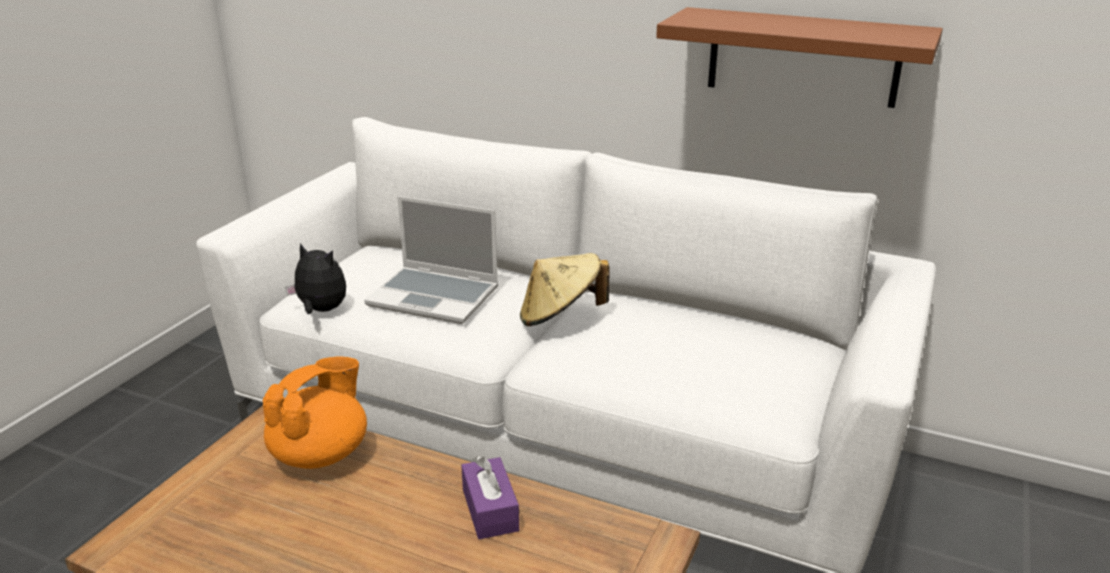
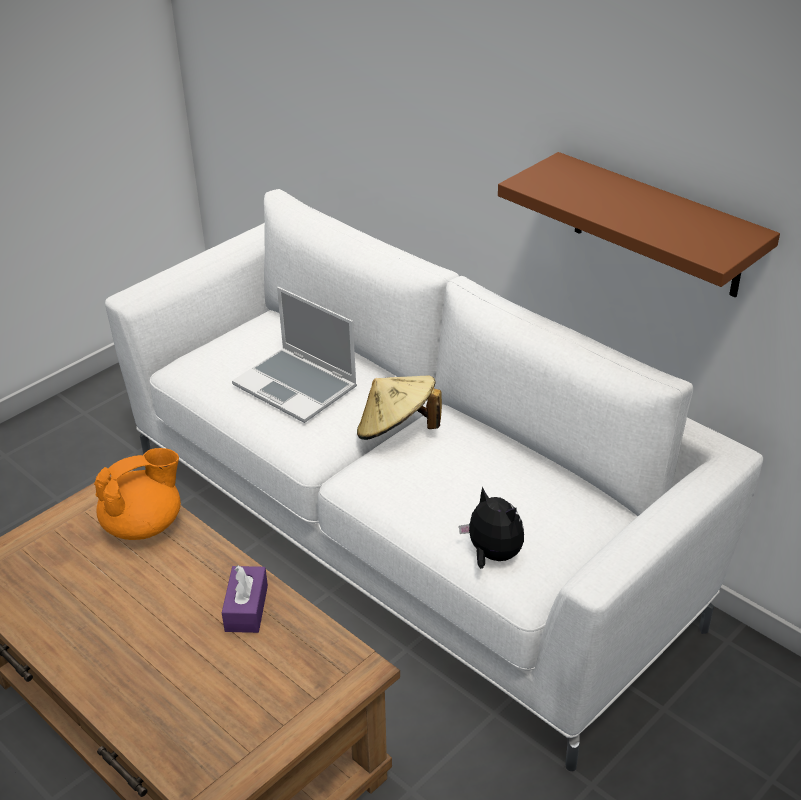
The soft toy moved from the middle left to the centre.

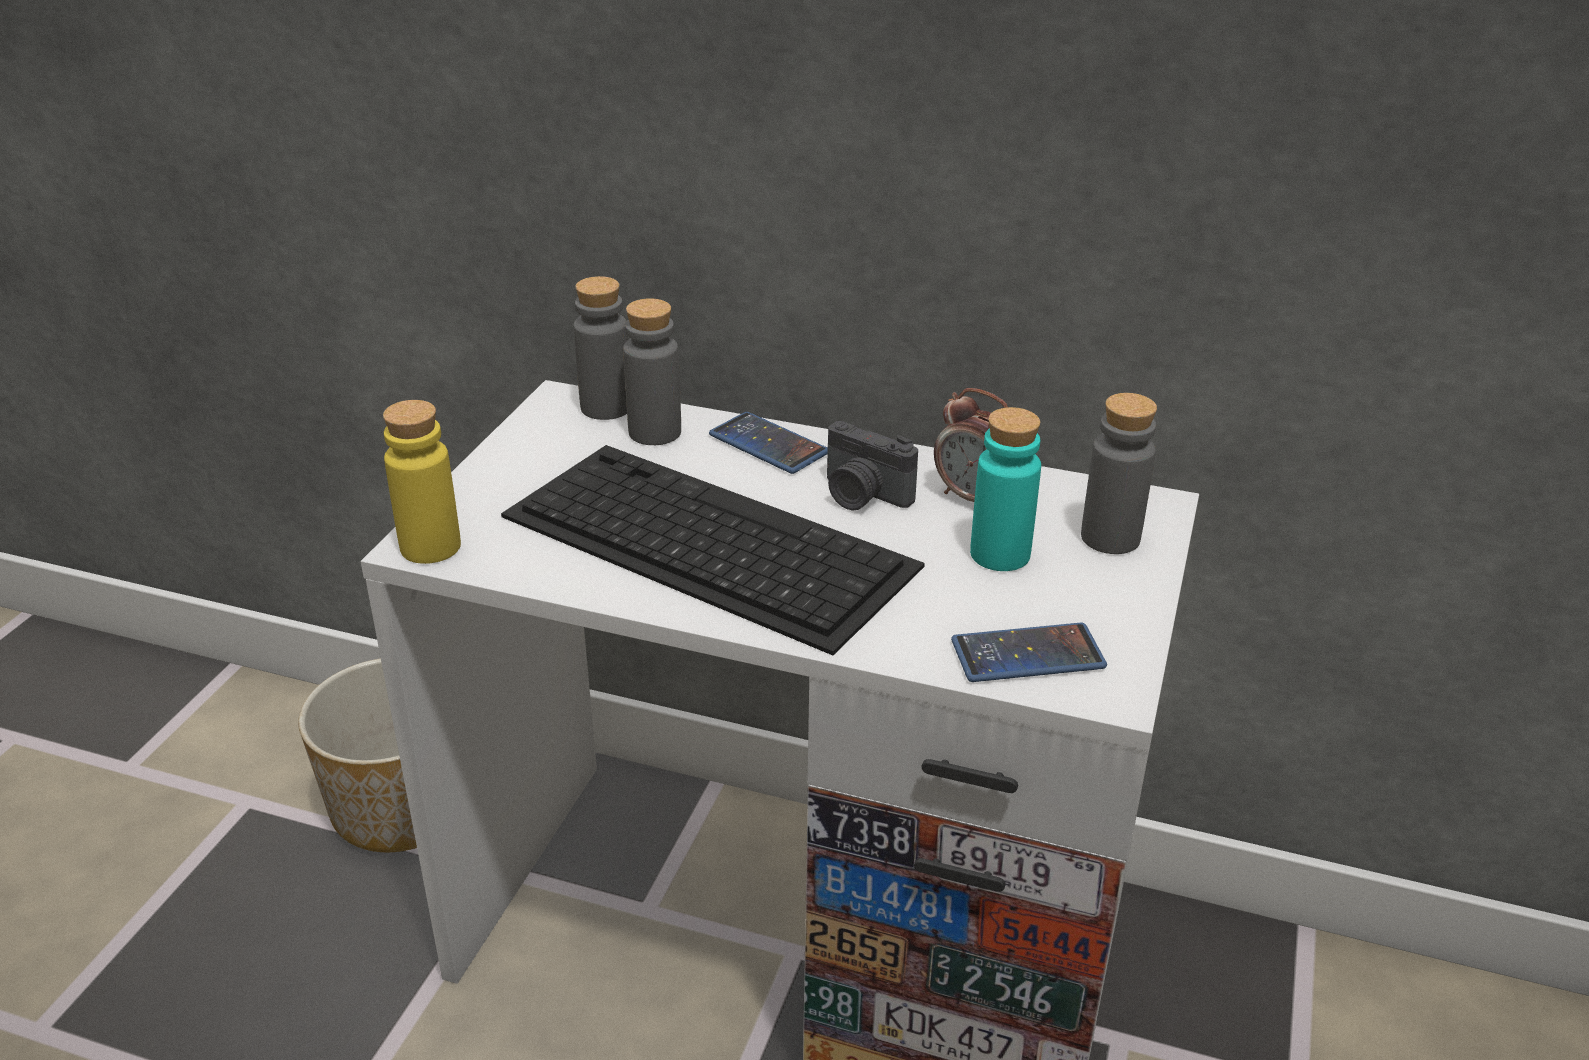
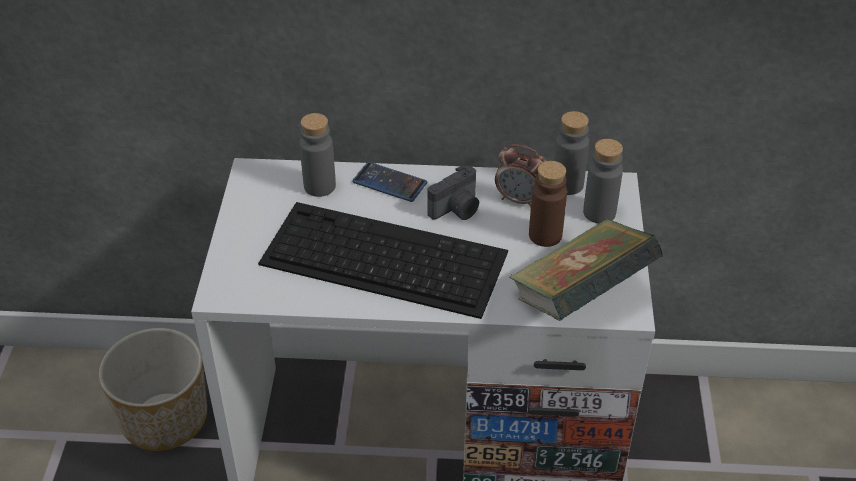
The bottle/greyish (no. 1 from left in the first image) moved from the top centre to the top right.
The bottle/yellowish at the middle left disappeared.
The bottle/blue-green at the centre became the bottle/brownish at the centre.
The still camera at the centre turned 60 degrees counterclockwise.
The telephone (no. 2 from left) at the centre was replaced by the volume at the middle right.

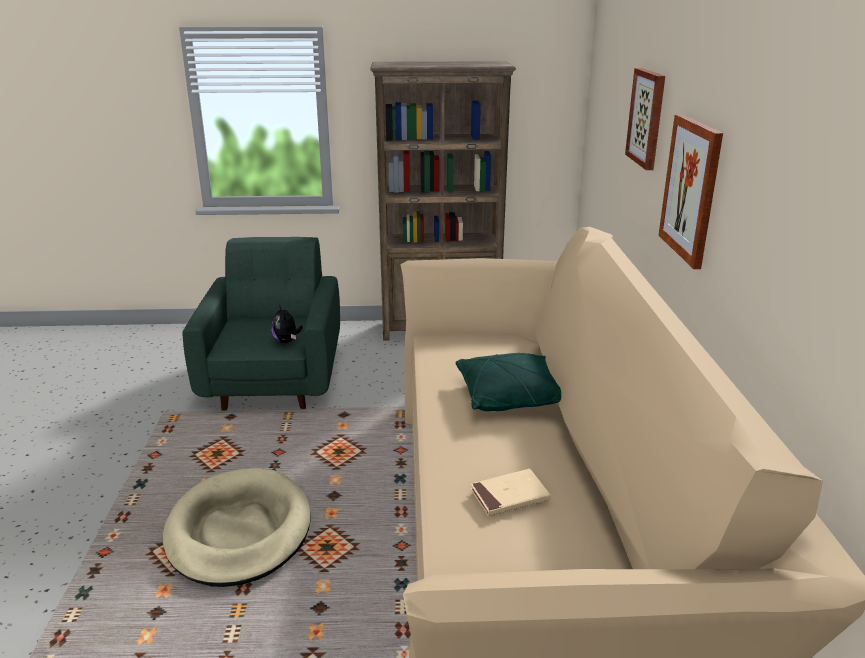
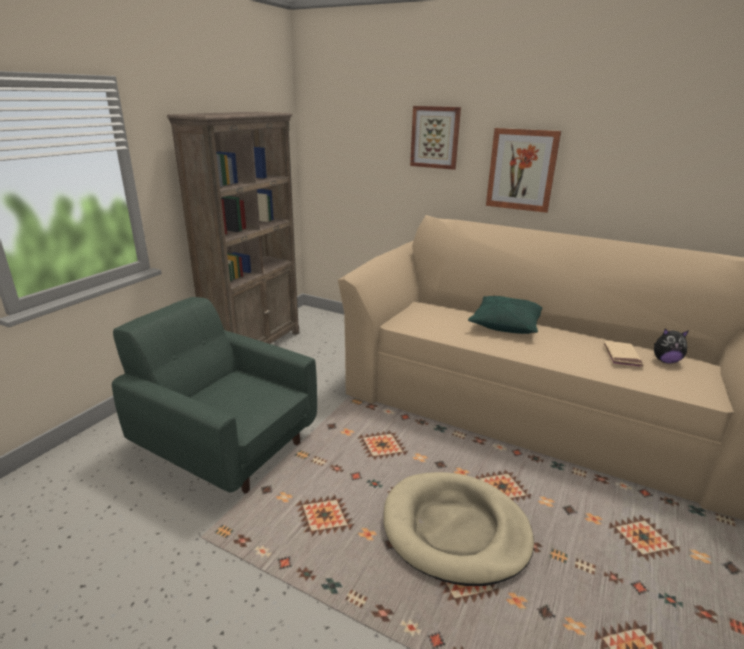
The soft toy moved from the middle left to the middle right.

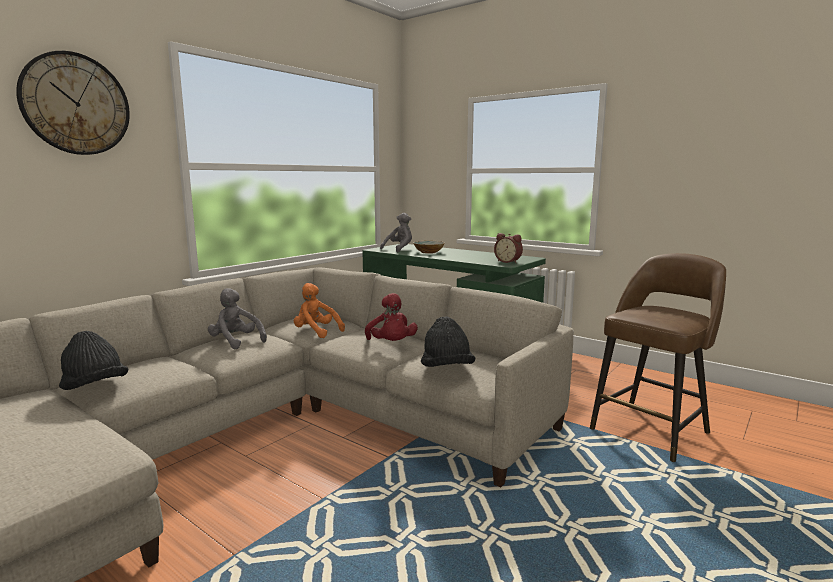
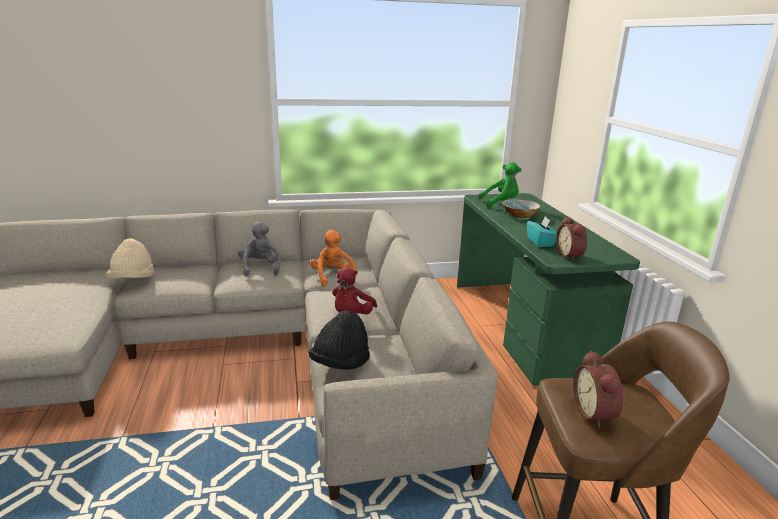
The clock on the wall at the top left disappeared.
The soft toy/greyish (no. 2 from left) at the centre became the soft toy/greenish at the centre.
The clothing hat/blackish (no. 1 from left) at the middle left became the clothing hat/beige-coloured at the middle left.
The box of tissues/blue-green at the middle right appeared.
The bedside clock (no. 2 from left) at the bottom right appeared.

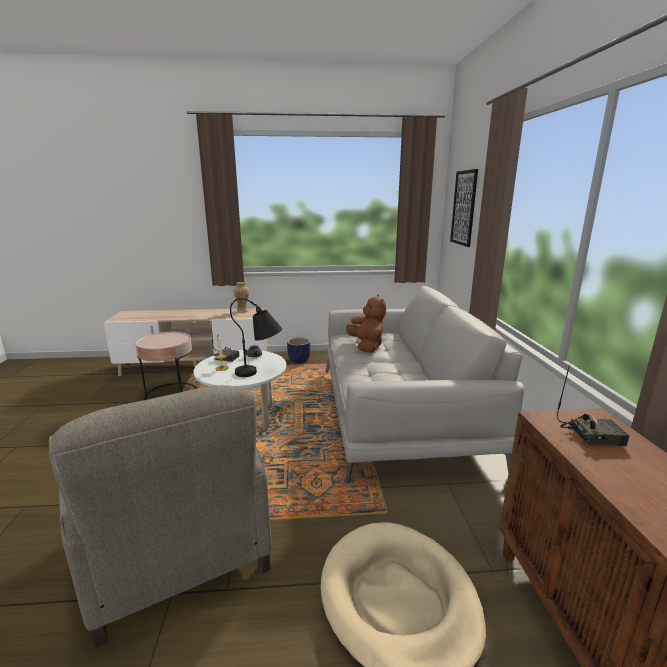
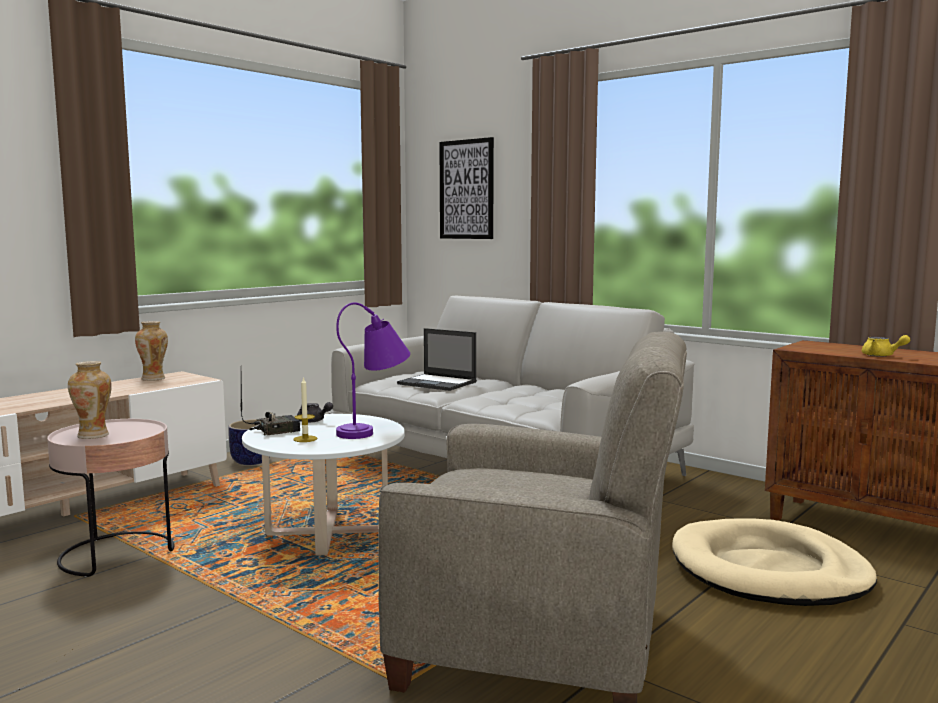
The soft toy/brownish at the centre was replaced by the laptop at the centre.
The lamp for a table/blackish at the centre became the lamp for a table/purplish at the centre.
The radio set (no. 2 from left) at the middle right disappeared.
The tea pot/yellowish at the middle right appeared.
The decorative vase (no. 1 from left) at the middle left appeared.

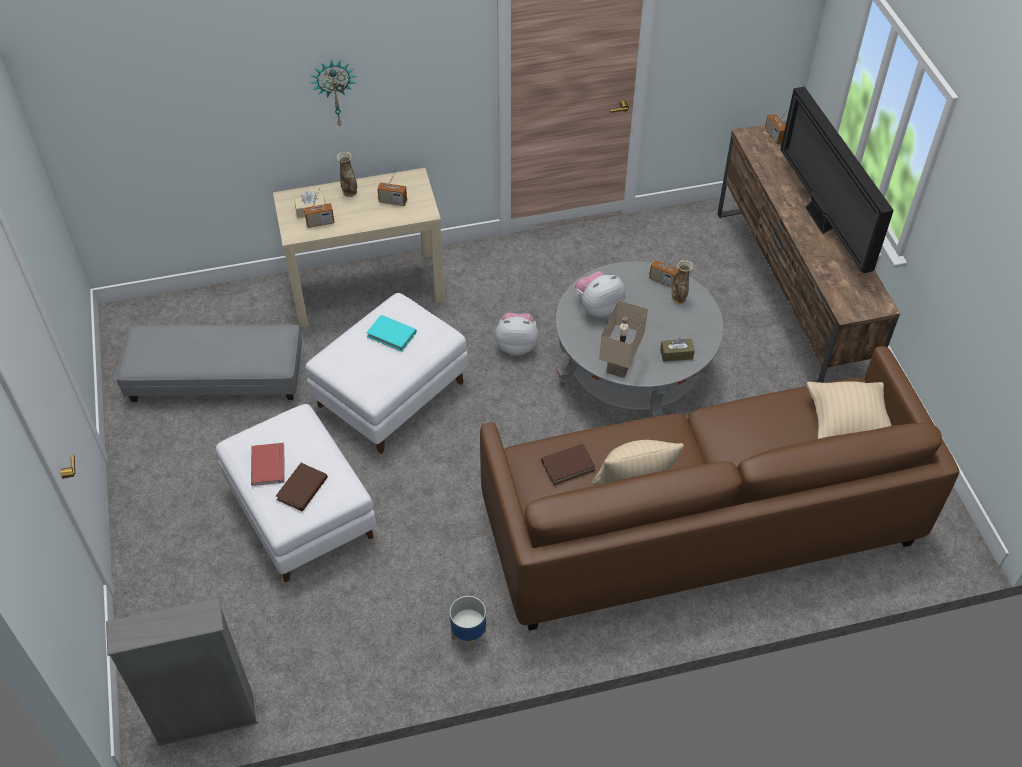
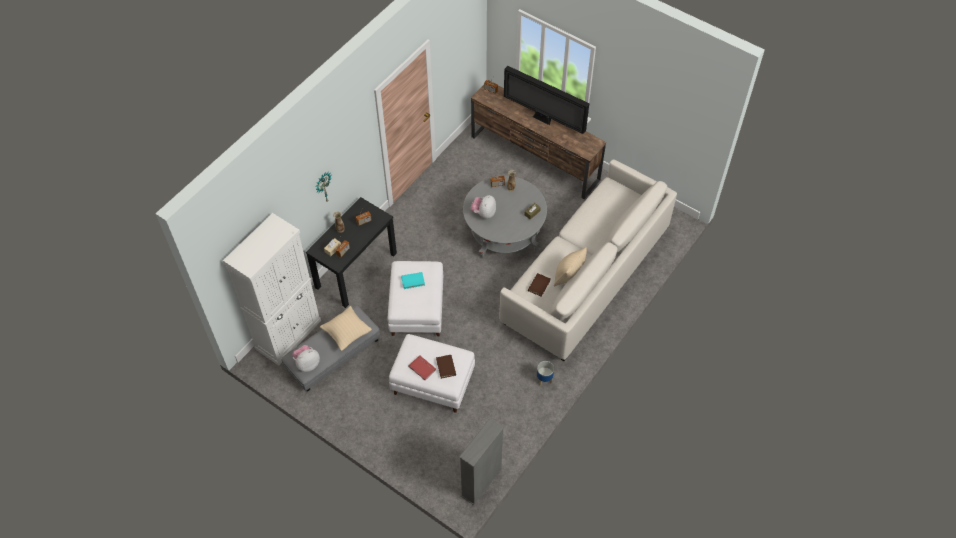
The hall table/beige-coloured at the top centre became the hall table/blackish at the centre.
The lamp for a table/beige-coloured at the centre disappeared.
The soft toy (no. 1 from left) moved from the centre to the middle left.
The settee/brownish at the middle right became the settee/whitish at the centre.
The pillow/beige-coloured (no. 2 from left in the first image) moved from the middle right to the centre.
The cabinet/whitish at the middle left appeared.

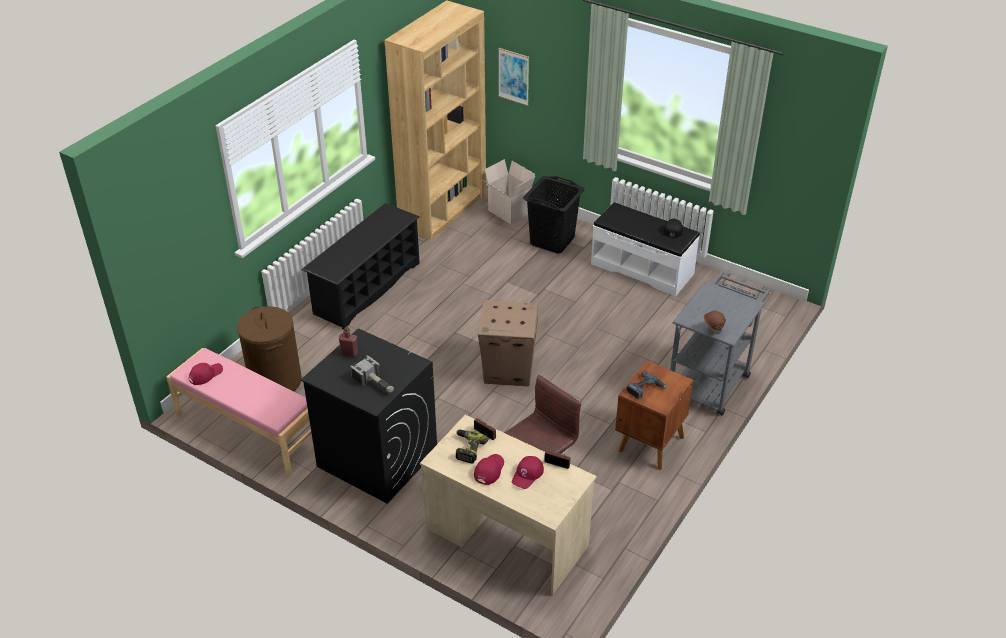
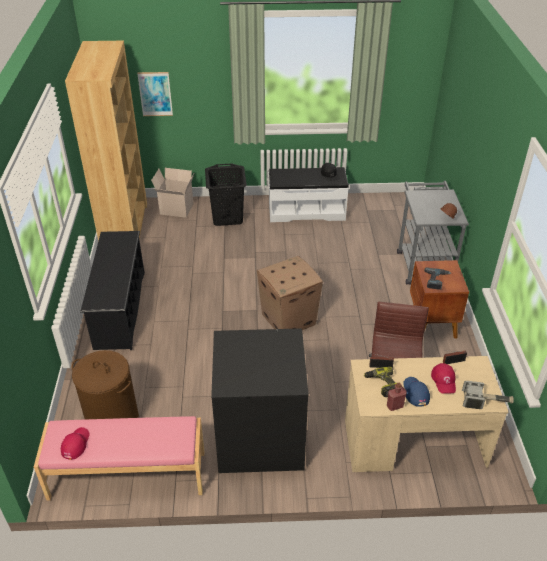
The bottle/reddish moved from the centre to the bottom right.
The hand hammer moved from the centre to the bottom right.
The baseball cap/reddish (no. 2 from left) at the bottom centre became the baseball cap/blue at the bottom right.

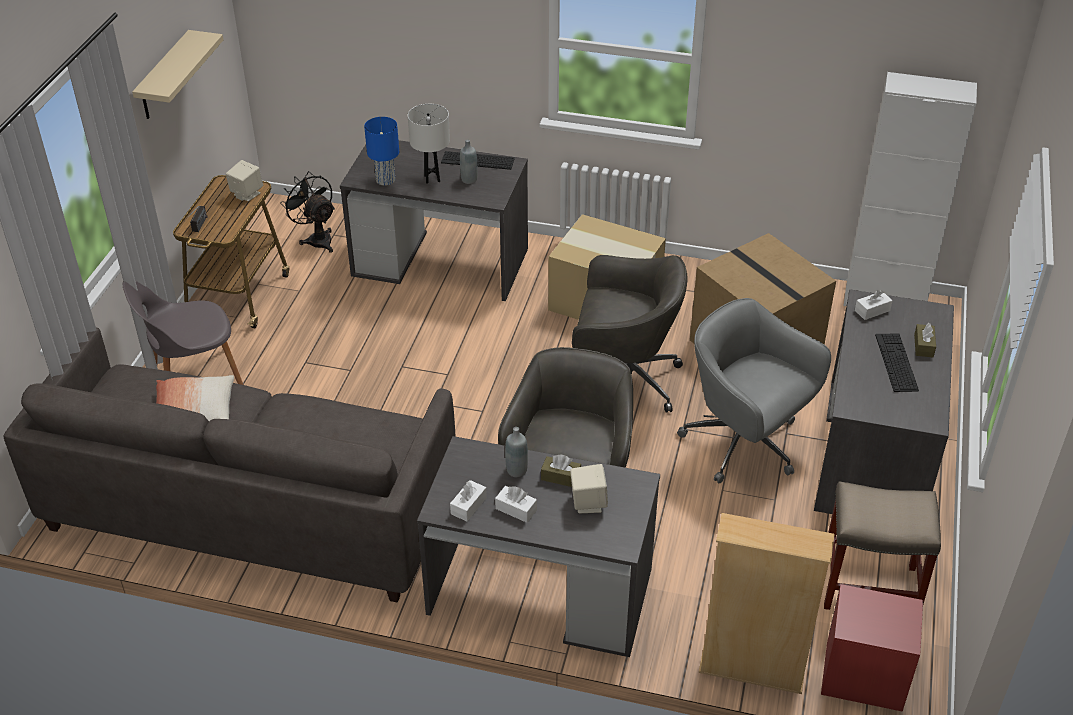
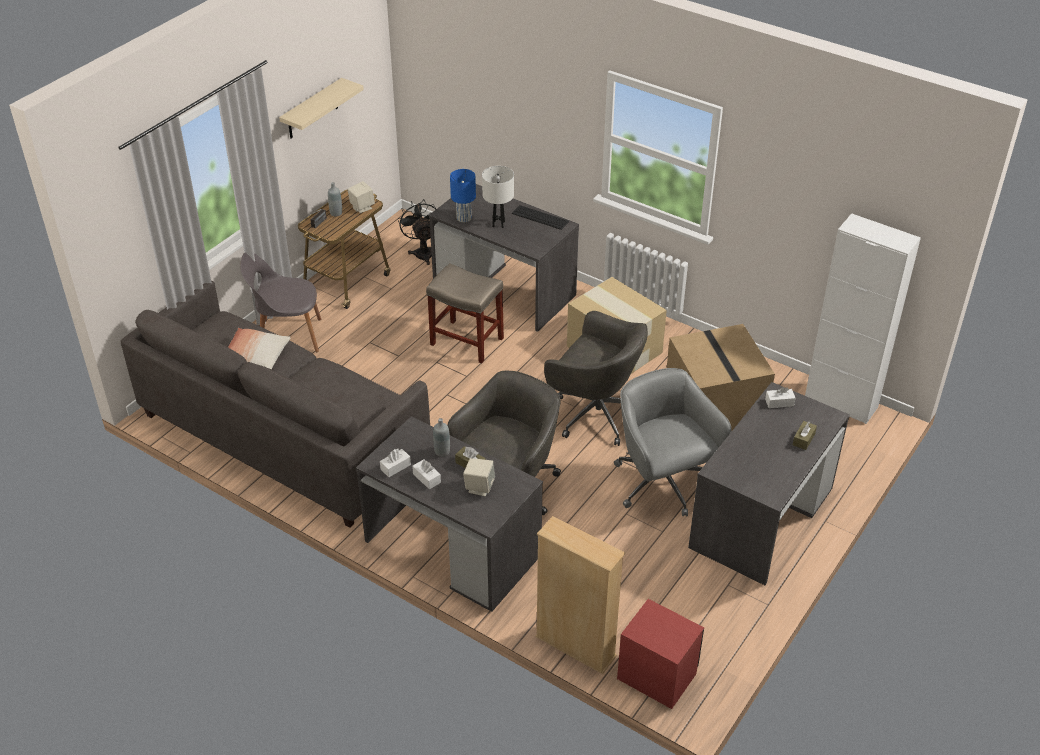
The bottle/greyish (no. 1 from left) moved from the top centre to the top left.
The PC keyboard (no. 2 from left) at the middle right disappeared.
The sitting stool/beige-coloured moved from the bottom right to the centre.

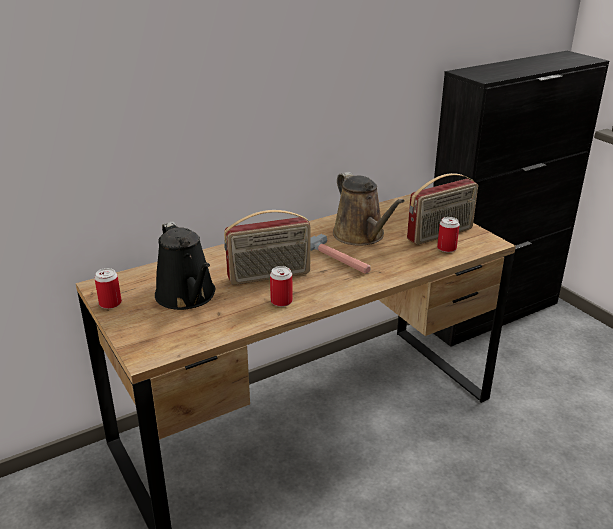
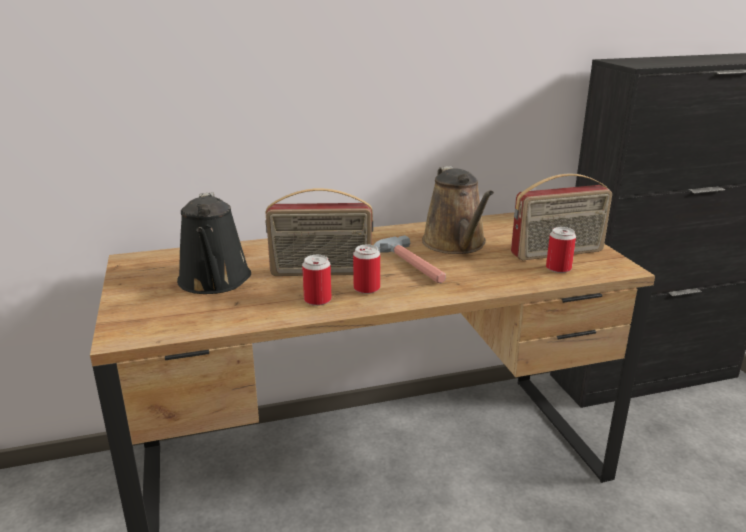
The sealed can (no. 1 from left in the first image) moved from the middle left to the centre.

